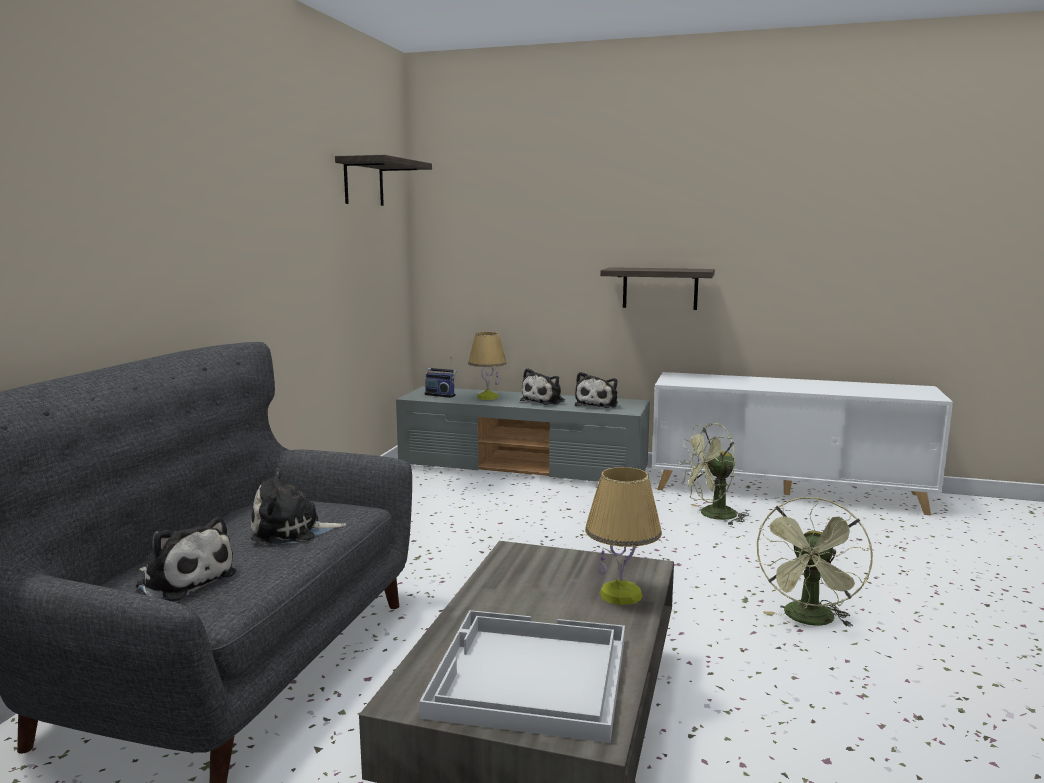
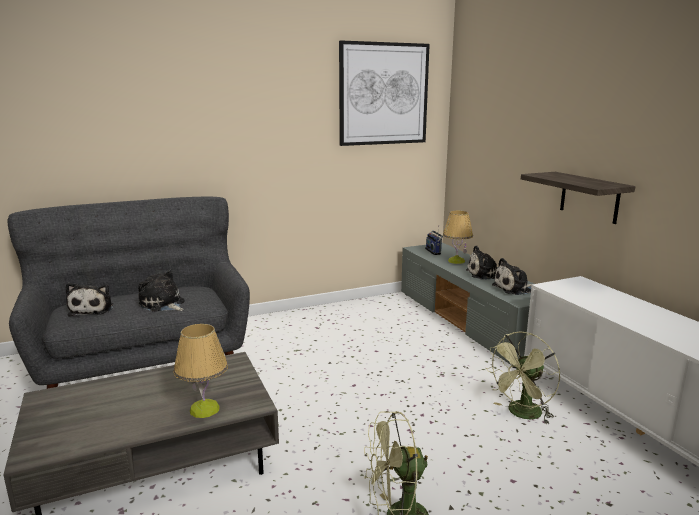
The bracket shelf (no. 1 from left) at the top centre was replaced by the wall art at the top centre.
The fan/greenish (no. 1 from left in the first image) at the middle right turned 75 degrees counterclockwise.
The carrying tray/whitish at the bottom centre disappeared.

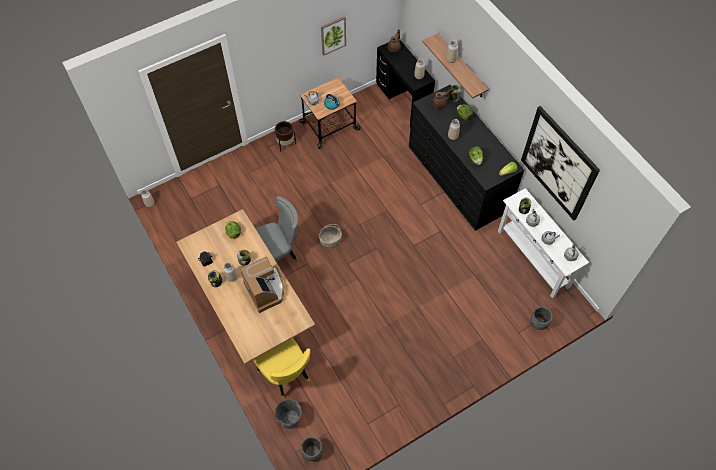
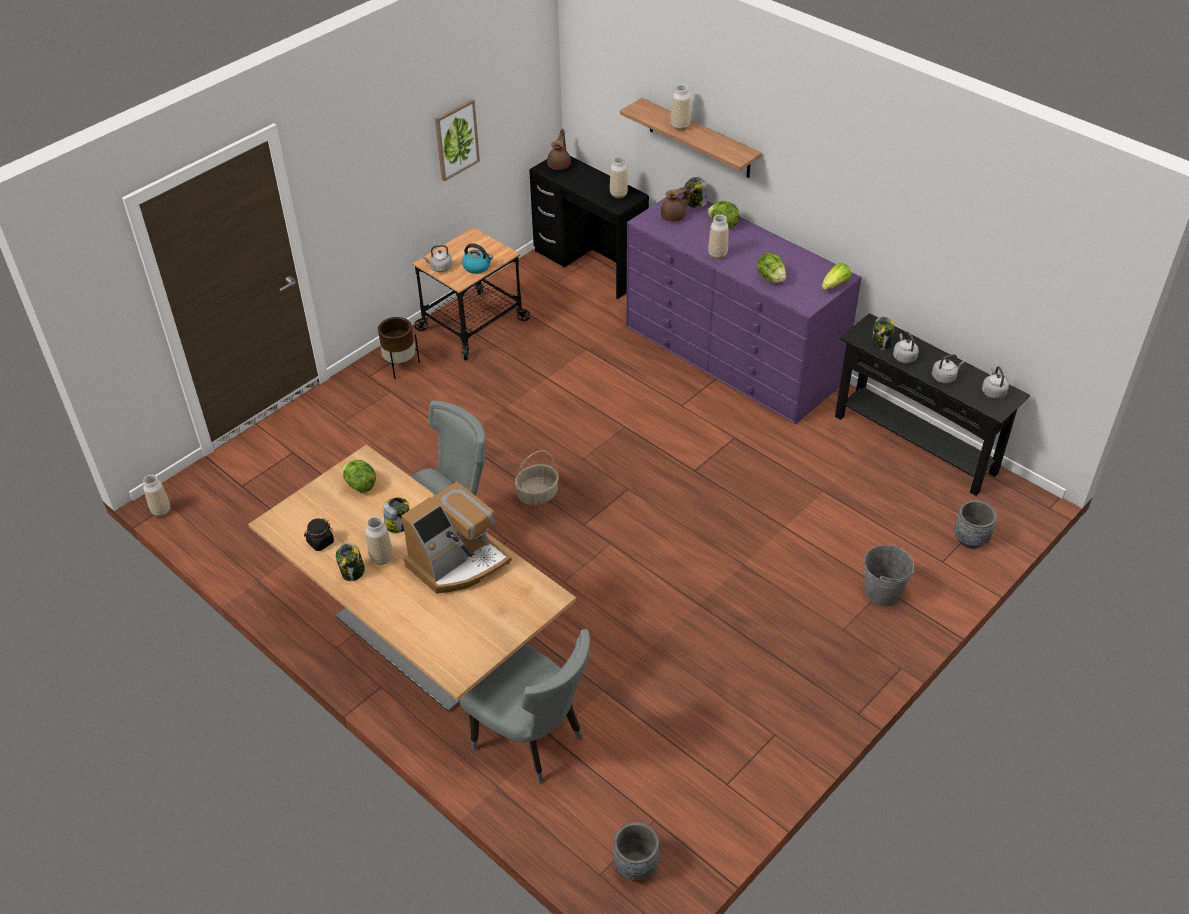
The chest of drawers/blackish at the centre became the chest of drawers/purplish at the centre.
The wall art (no. 2 from left) at the middle right disappeared.
The hall table/whitish at the middle right became the hall table/blackish at the middle right.
The coffee maker at the centre turned 90 degrees clockwise.
The chair/yellowish at the bottom centre became the chair/greyish (no. 2 from left) at the bottom centre.
The pail/greyish moved from the bottom centre to the middle right.

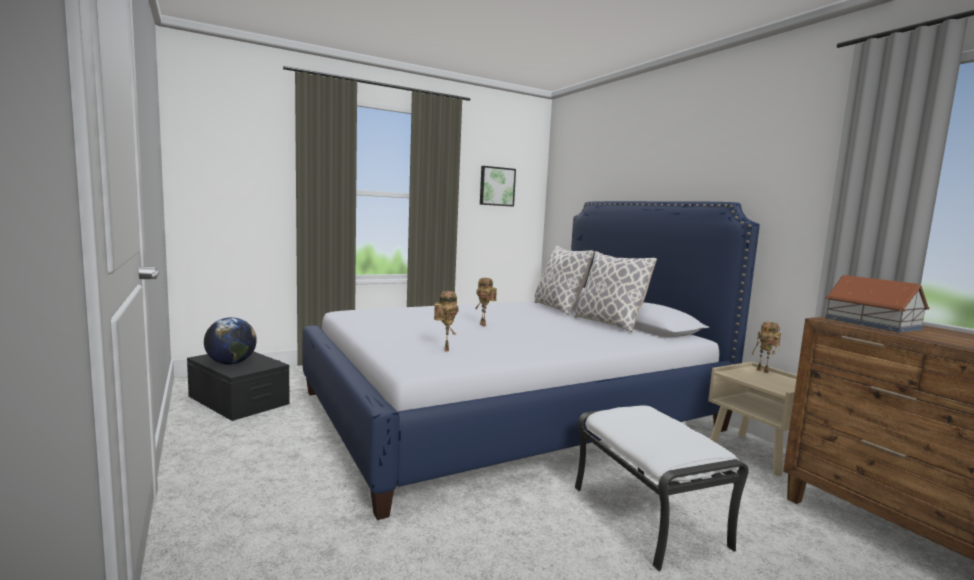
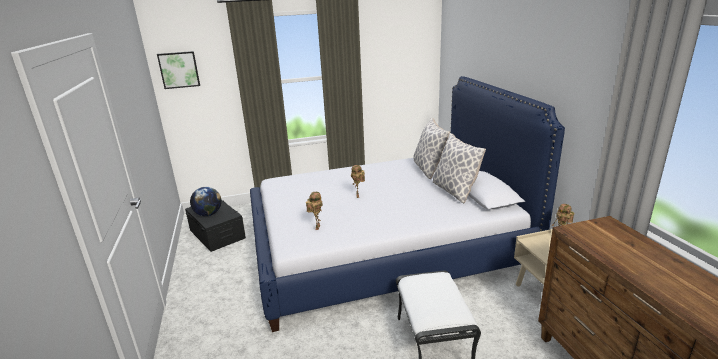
The wall art moved from the top centre to the top left.
The miniature house at the middle right disappeared.

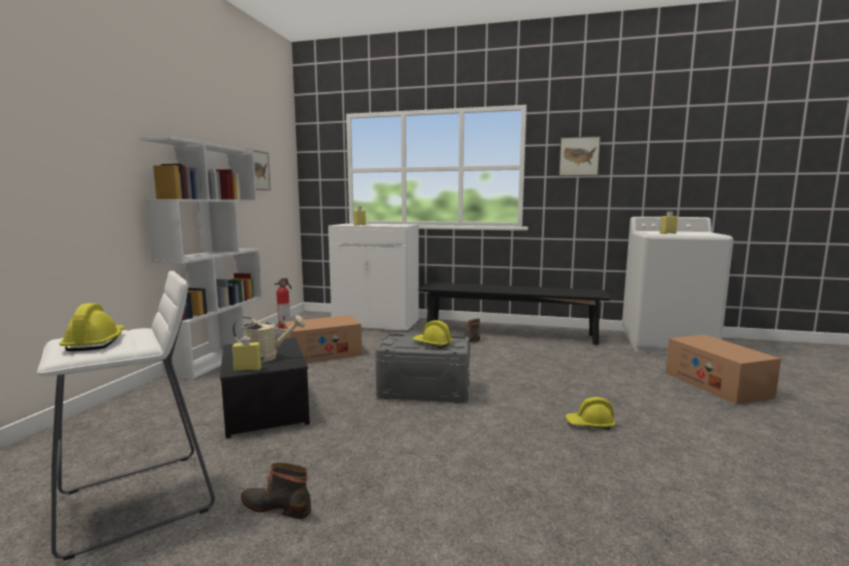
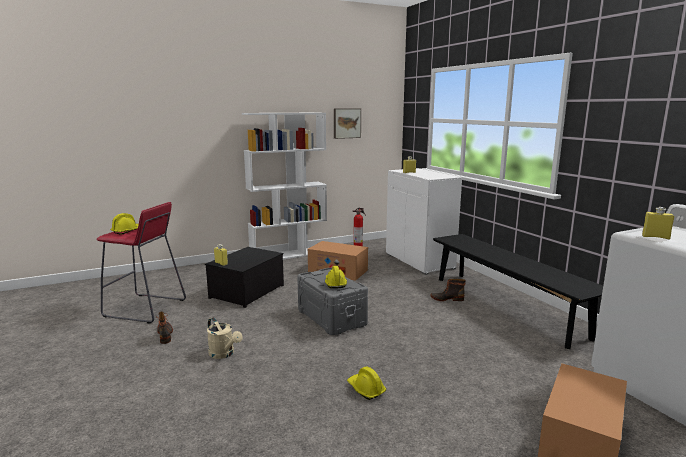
The wall art (no. 2 from left) at the top right disappeared.
The sitting stool/whitish at the bottom left became the sitting stool/reddish at the middle left.
The watering can/beige-coloured moved from the middle left to the bottom left.

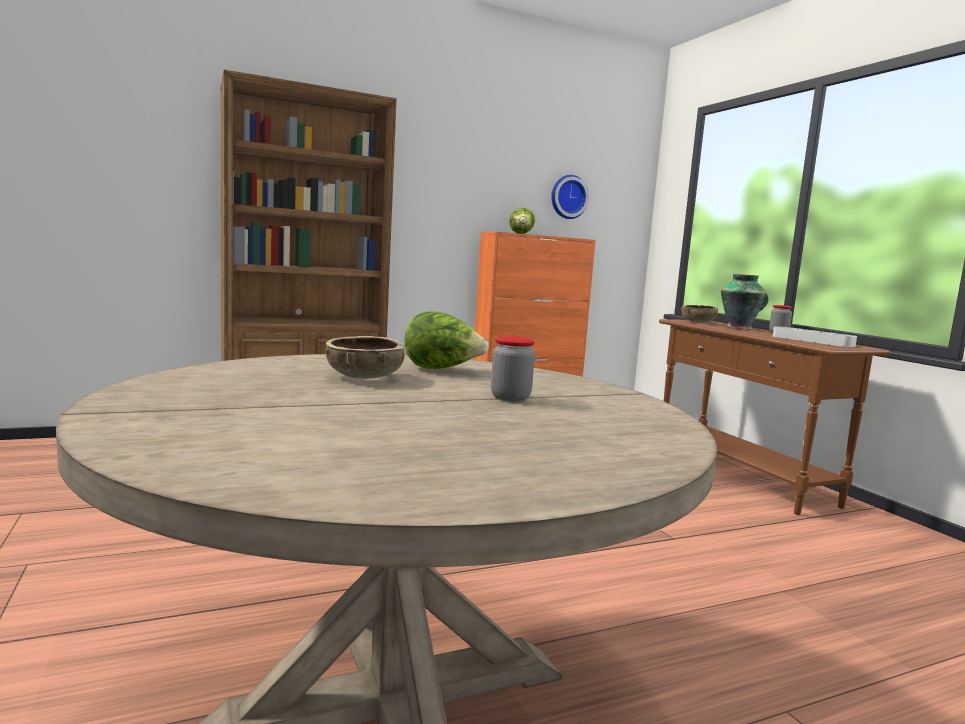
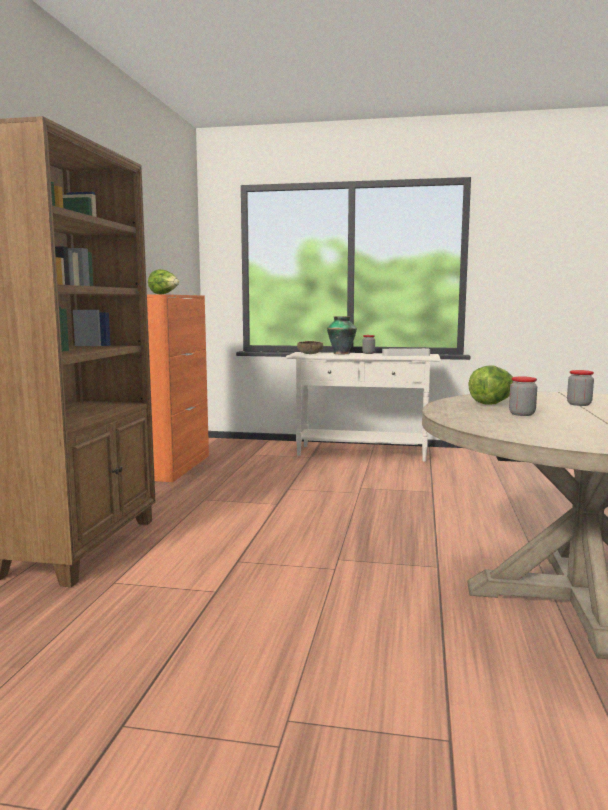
The clock on the wall at the top centre disappeared.
The hall table/brownish at the middle right became the hall table/whitish at the centre.
The deep dish/brownish (no. 1 from left) at the centre was replaced by the preserve jar (no. 2 from left) at the middle right.

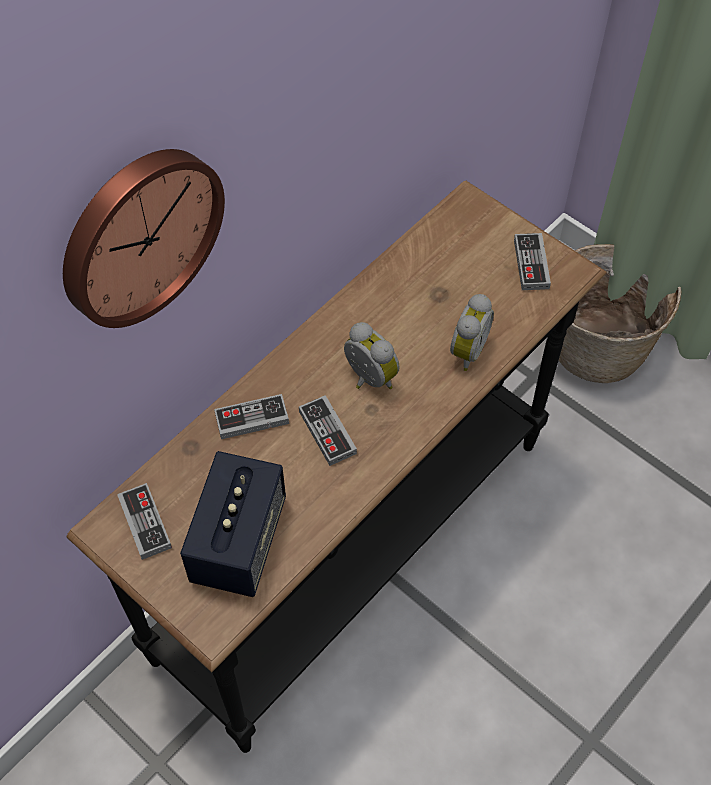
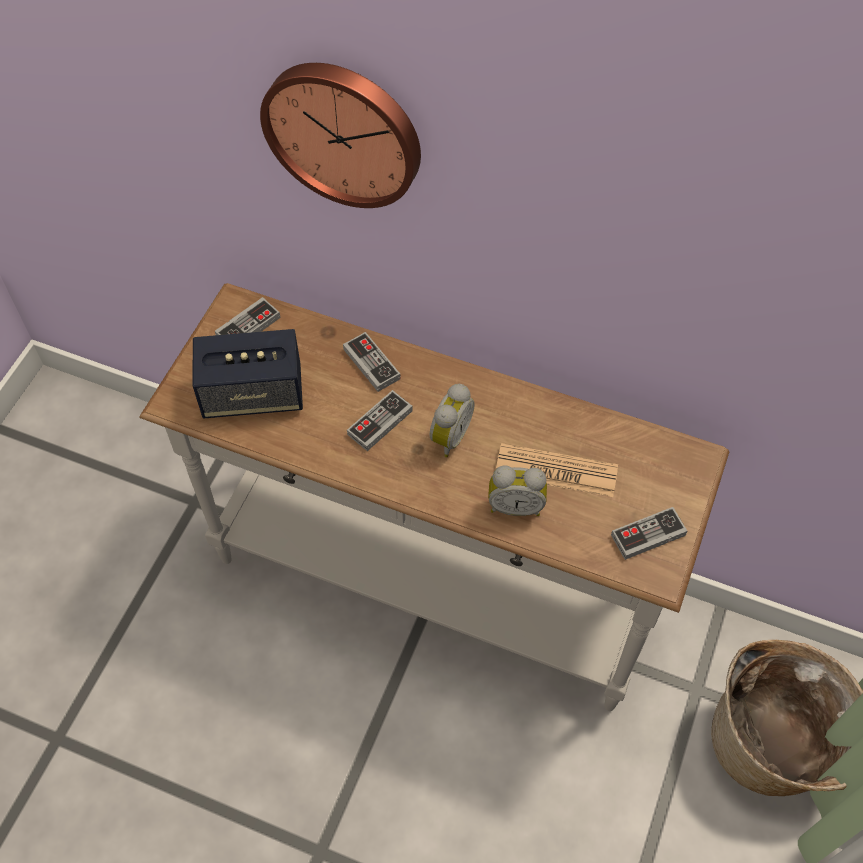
The hall table/blackish at the centre became the hall table/whitish at the centre.
The newspaper at the centre appeared.

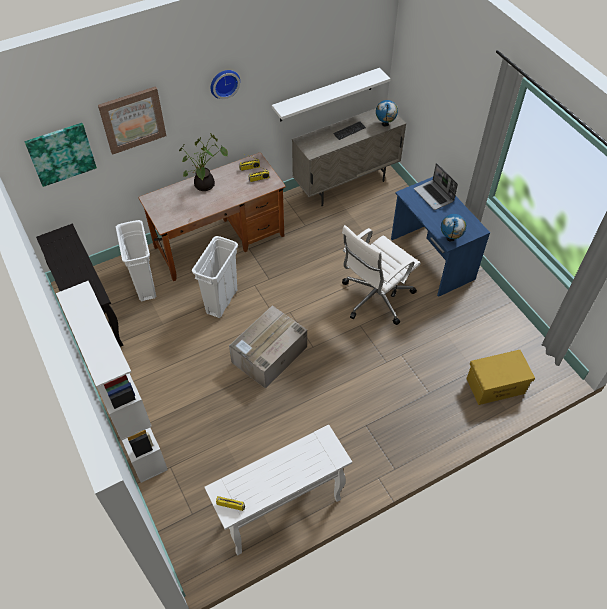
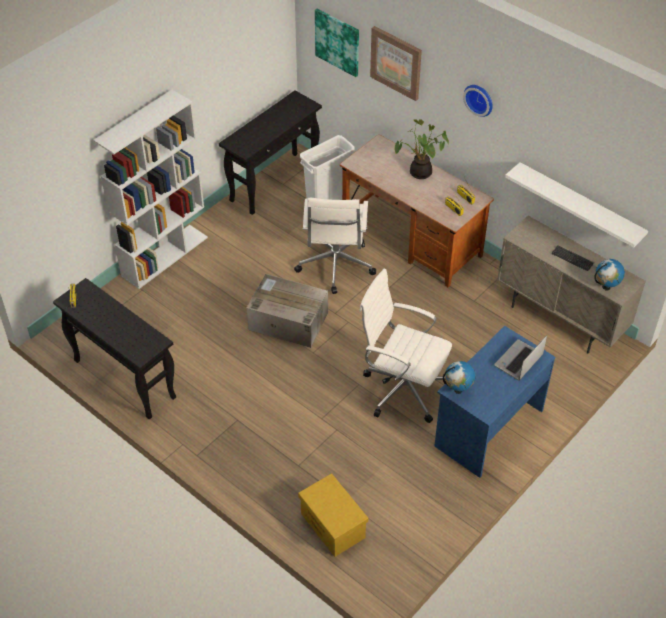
The waste bin/whitish (no. 2 from left) at the centre was replaced by the desk chair/whitish (no. 1 from left) at the centre.
The hall table/whitish at the bottom centre became the hall table/blackish (no. 1 from left) at the middle left.

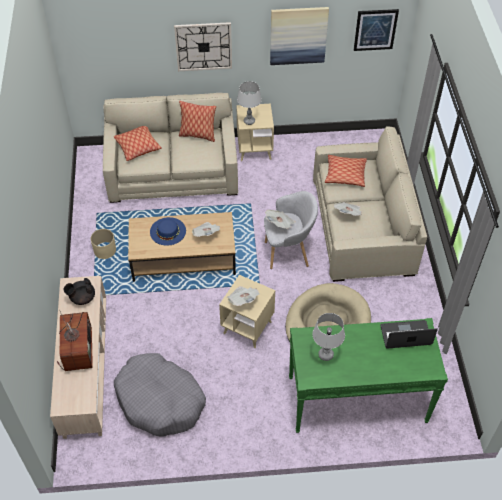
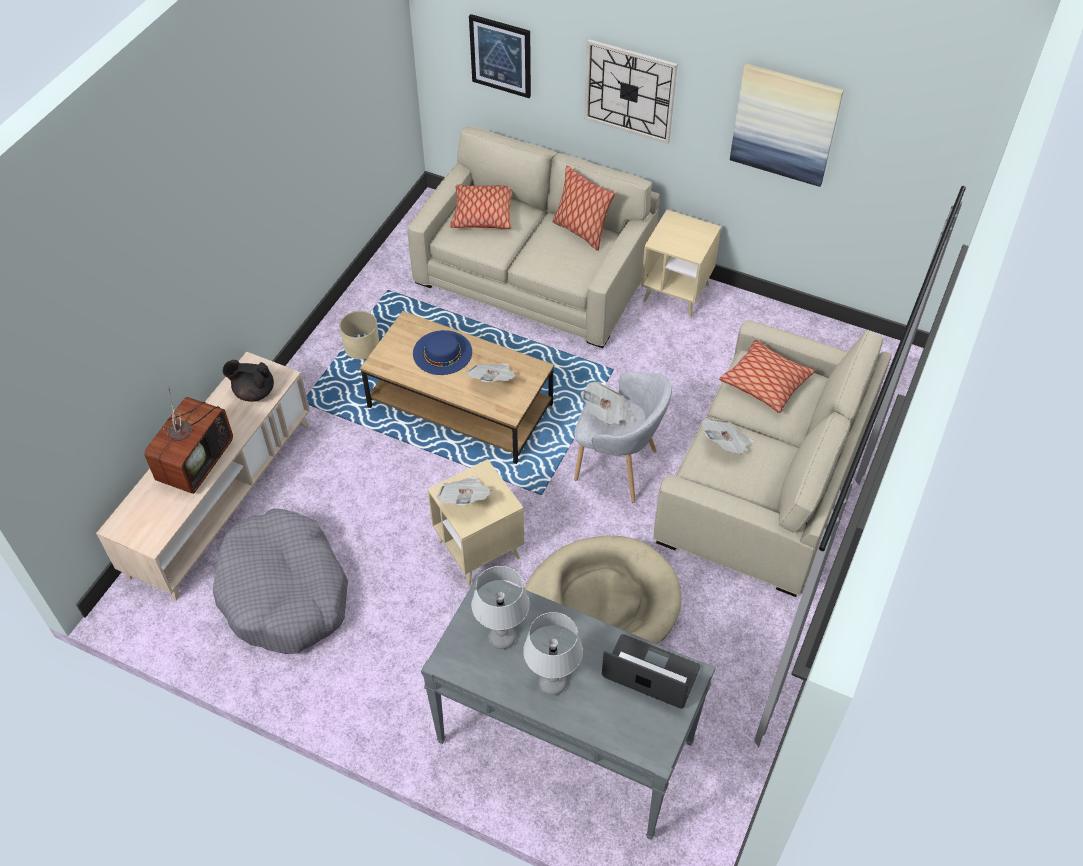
The wall art (no. 2 from left in the first image) moved from the top right to the top centre.
The lamp for a table/greyish (no. 1 from left in the first image) moved from the top centre to the bottom centre.
The hall table/greenish at the bottom right became the hall table/greyish at the bottom centre.

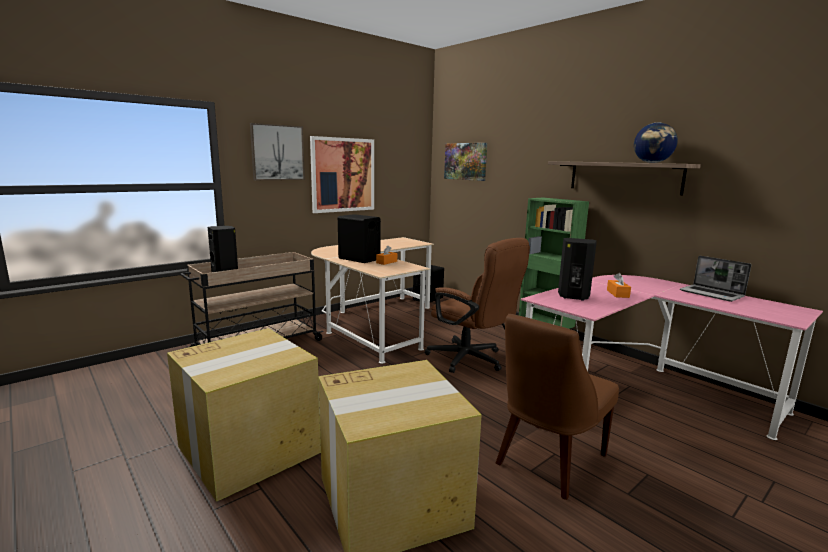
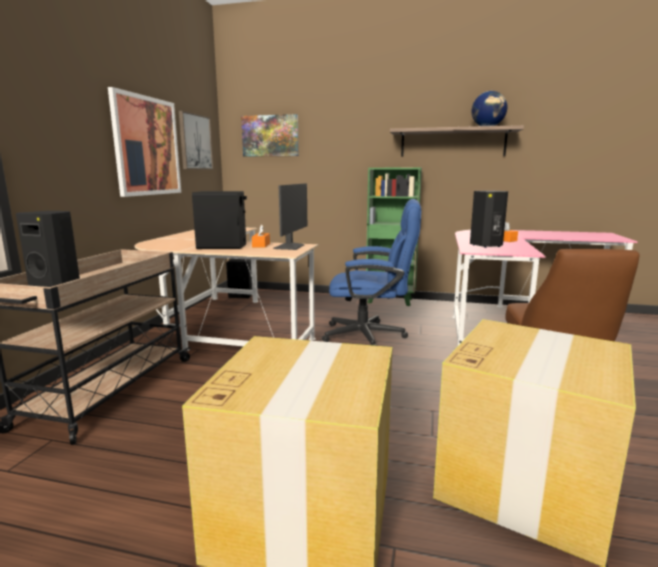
The wall art (no. 1 from left in the first image) moved from the top centre to the top left.
The desk chair/brownish at the centre became the desk chair/blue at the centre.
The laptop at the middle right disappeared.
The computer screen at the centre appeared.

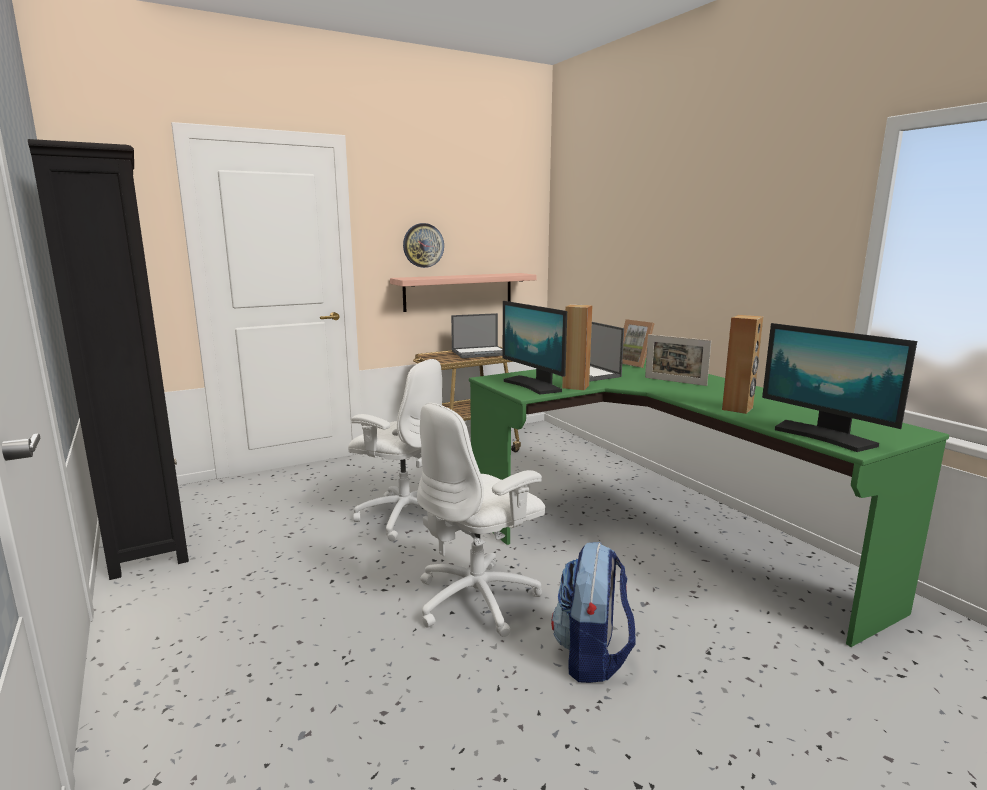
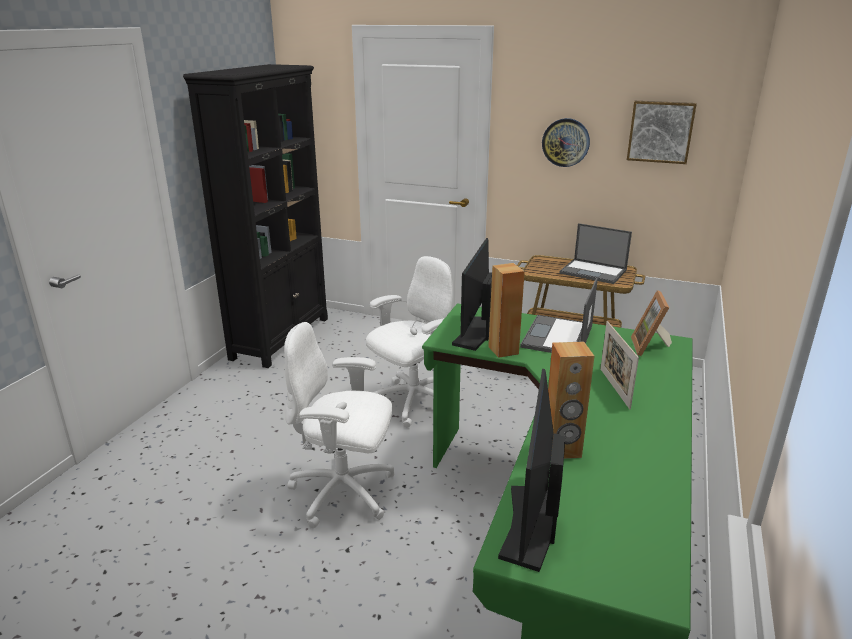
The bracket shelf at the centre disappeared.
The desk chair/whitish (no. 1 from left in the first image) at the centre turned 120 degrees counterclockwise.
The knapsack at the bottom centre disappeared.
The wall art at the top right appeared.

